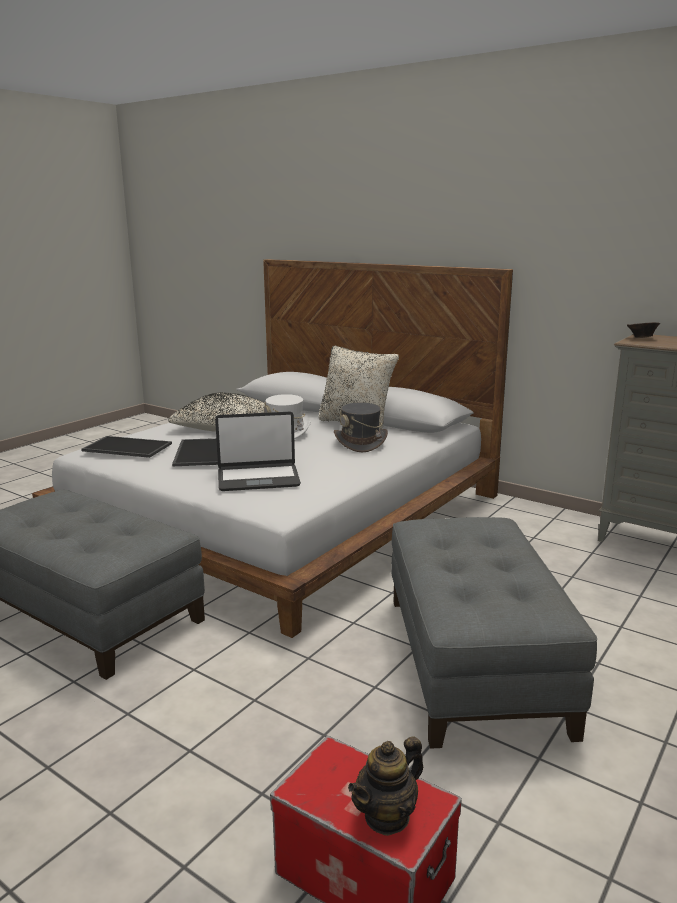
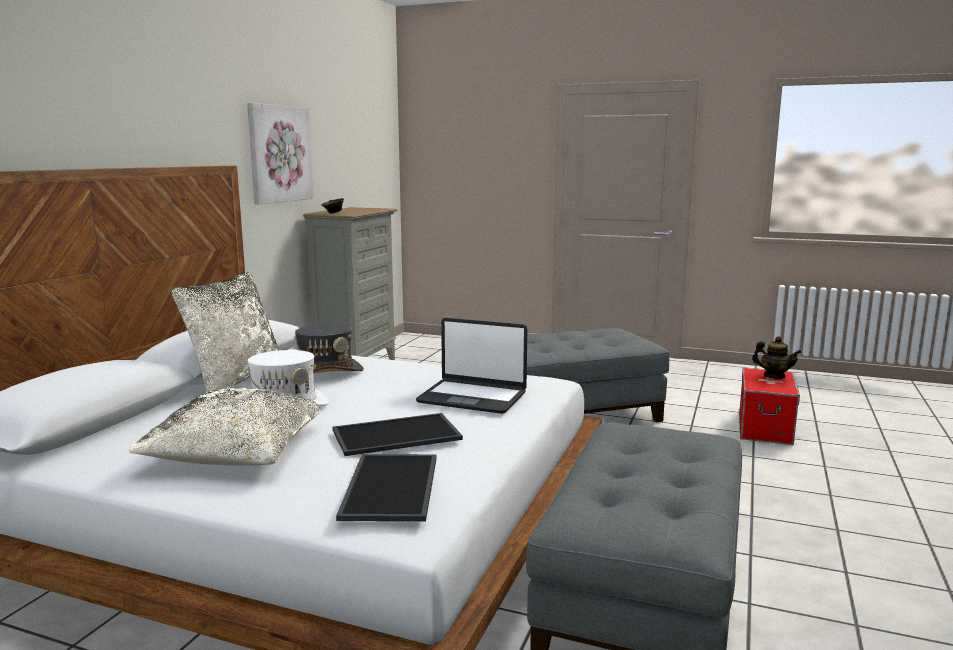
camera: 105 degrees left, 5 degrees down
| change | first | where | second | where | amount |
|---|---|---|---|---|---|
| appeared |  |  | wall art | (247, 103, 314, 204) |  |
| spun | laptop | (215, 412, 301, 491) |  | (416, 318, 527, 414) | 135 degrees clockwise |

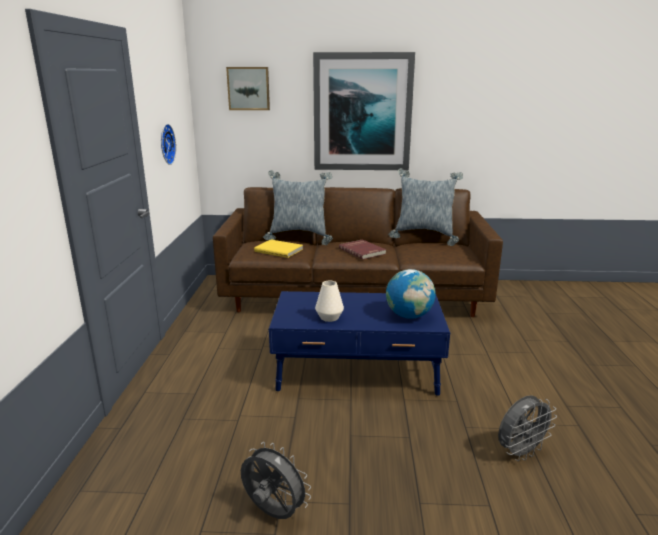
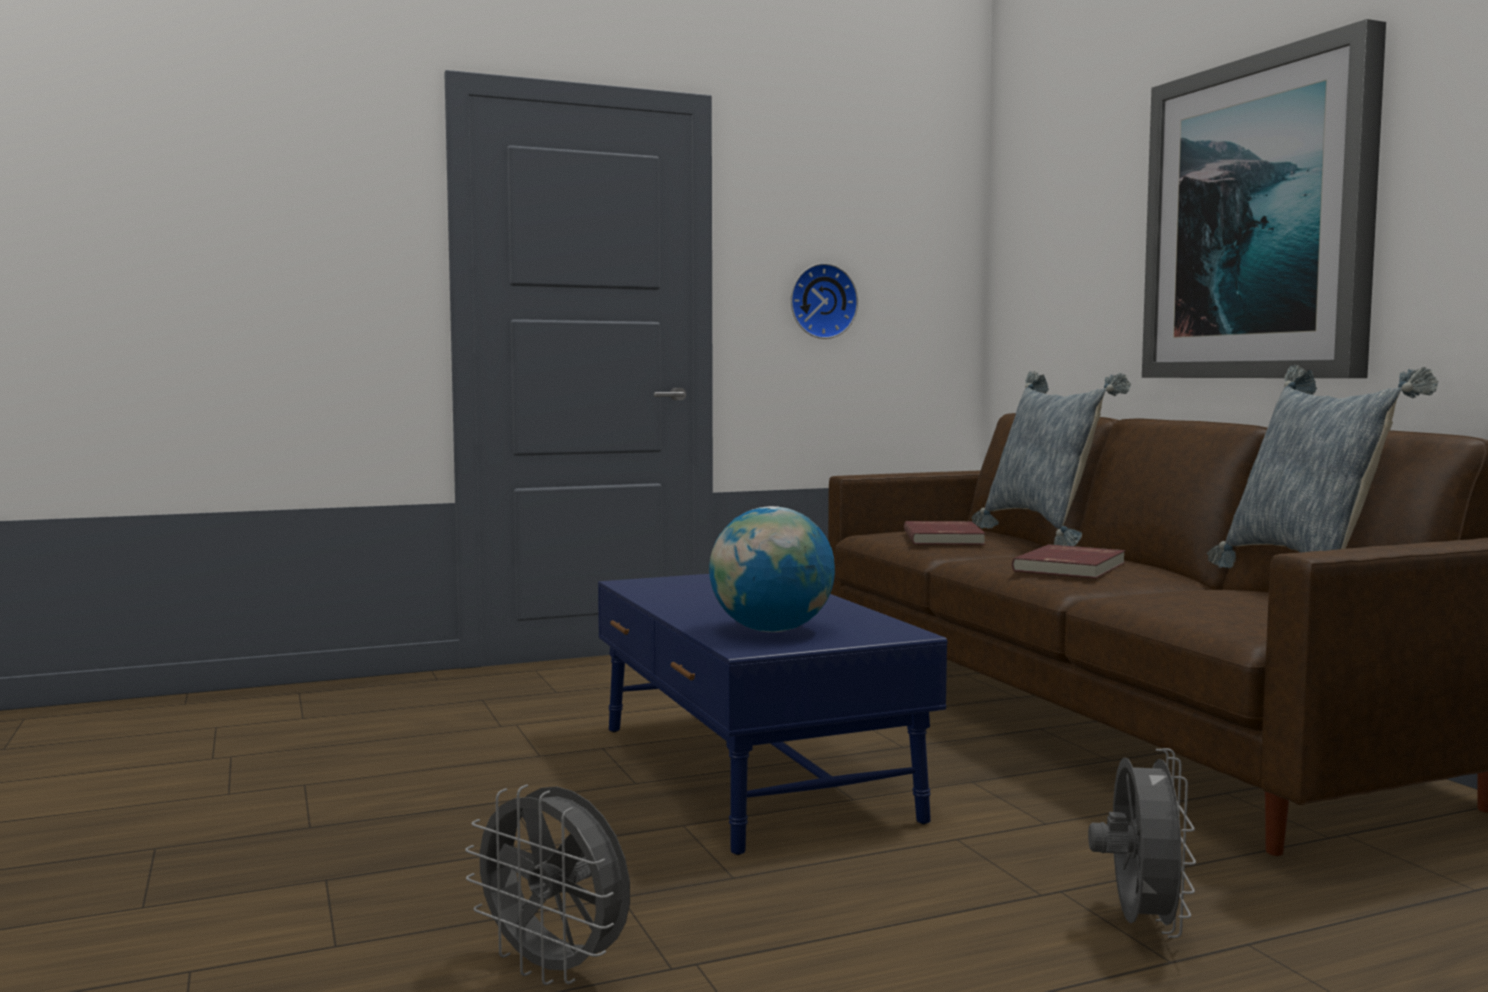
camera: 65 degrees right, 15 degrees down
| change | first | where | second | where | amount |
|---|---|---|---|---|---|
| missing | wall art | (226, 67, 270, 110) |  |  |  |
| missing | white-coloured decorative vase | (315, 281, 344, 322) |  |  |  |
| relocated | gray electric fan | (241, 442, 311, 519) |  | (1088, 748, 1196, 938) |  |
| colour | yellowish volume | (254, 240, 303, 258) | reddish volume | (904, 521, 985, 545) |  |

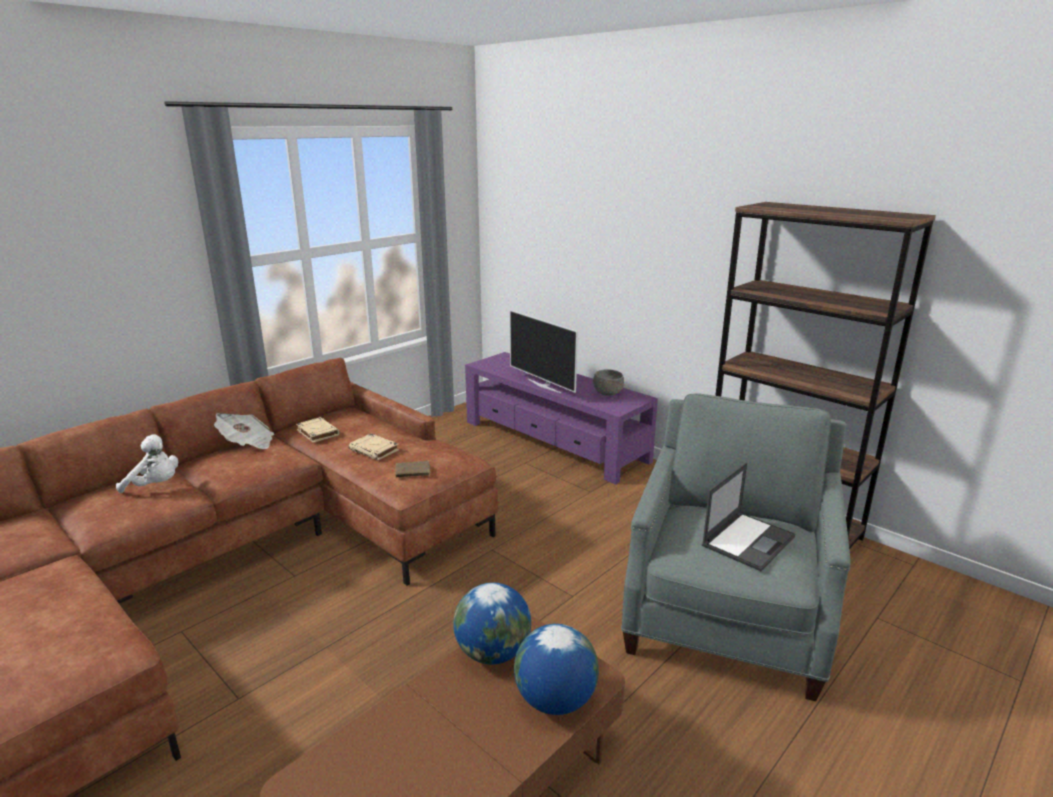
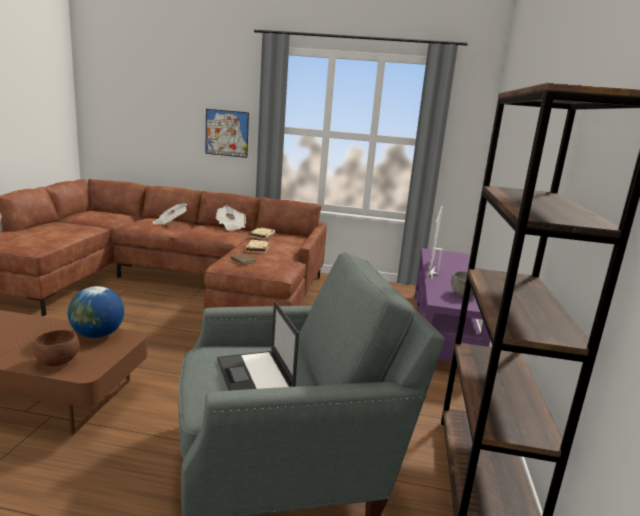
camera: 55 degrees right, 5 degrees down
| change | first | where | second | where | amount |
|---|---|---|---|---|---|
| appeared |  |  | wall art | (206, 109, 249, 158) |  |
| exchanged | white-coloured cuddly toy | (116, 434, 178, 493) | daily paper | (152, 203, 187, 225) |  |
| exchanged | desk globe | (514, 624, 599, 715) | brown-coloured serving bowl | (33, 330, 80, 366) |  |
| spun | laptop | (702, 462, 795, 571) |  | (217, 301, 299, 391) | 60 degrees clockwise |

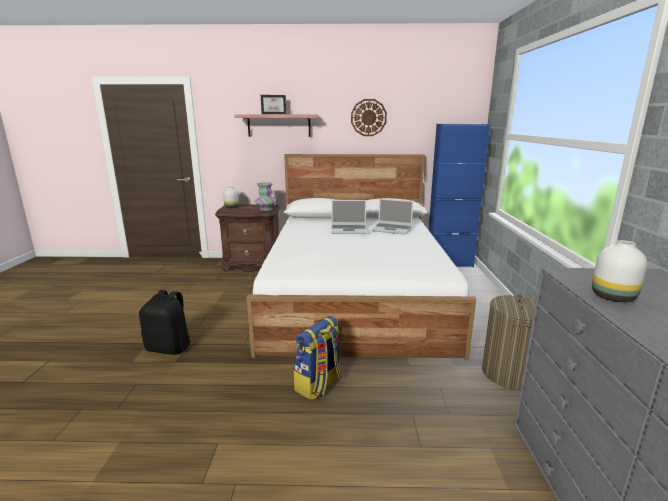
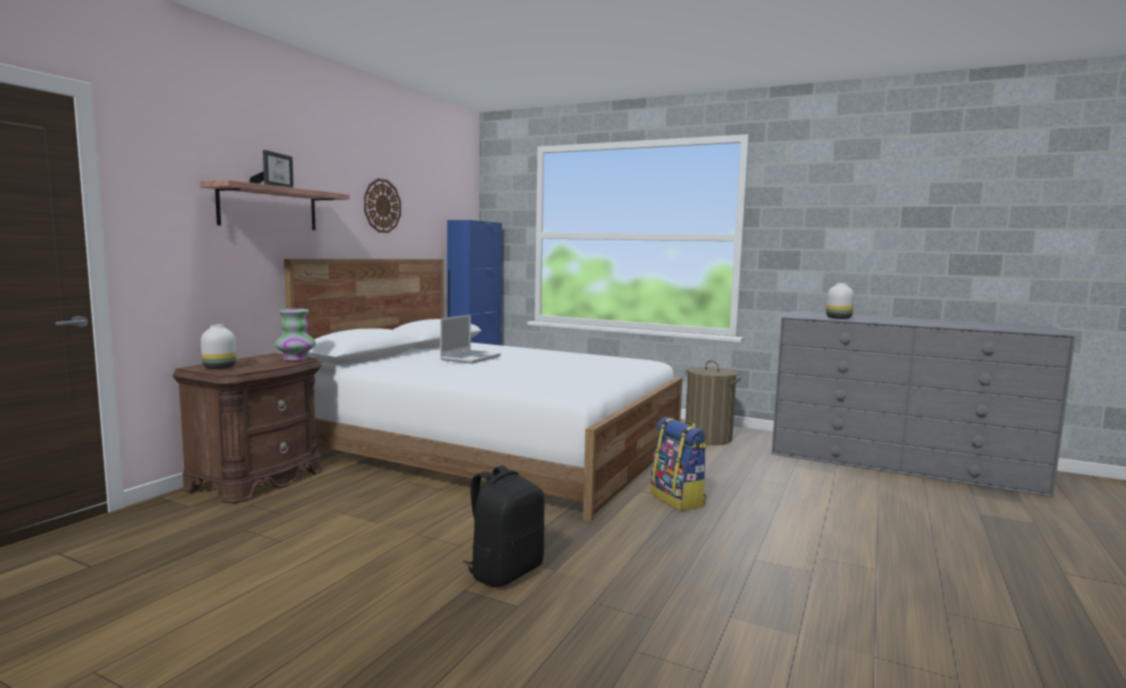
camera: 65 degrees left, 10 degrees down
| change | first | where | second | where | amount |
|---|---|---|---|---|---|
| missing | laptop | (372, 198, 413, 235) |  |  |  |

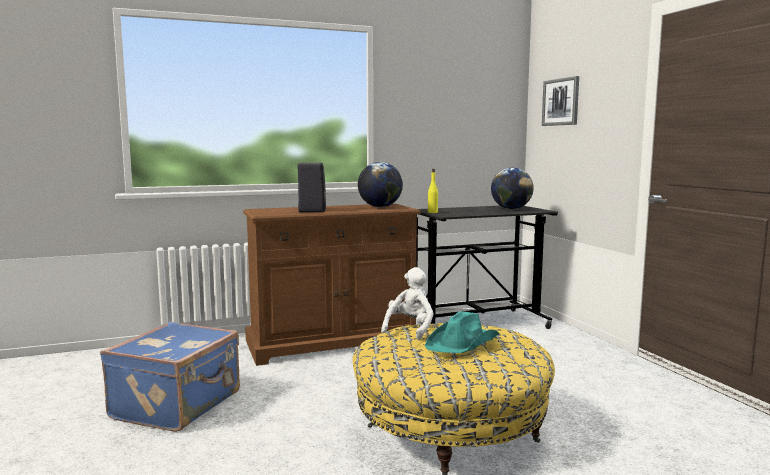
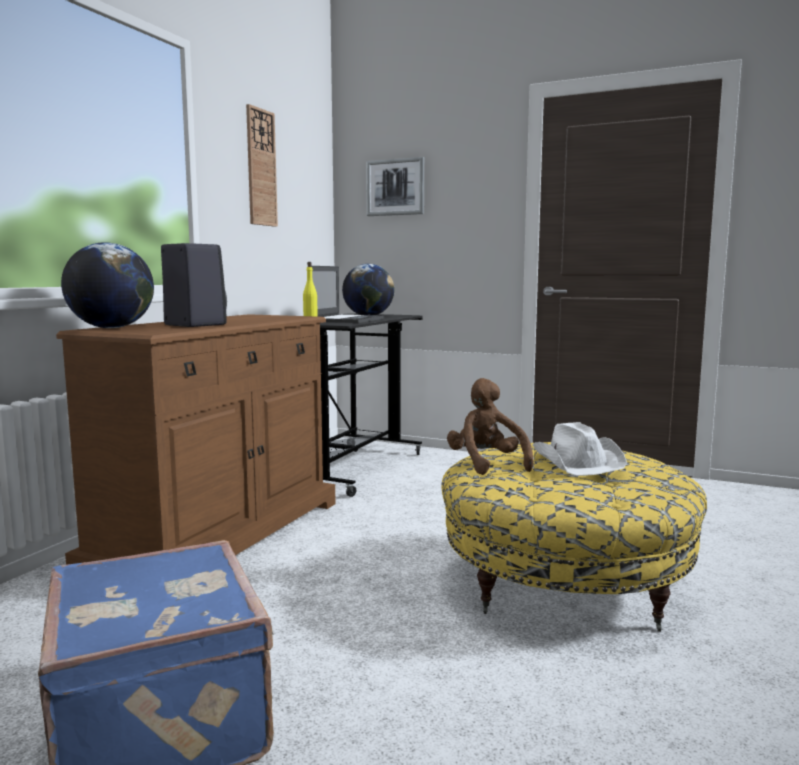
camera: 45 degrees left, 0 degrees up
| change | first | where | second | where | amount |
|---|---|---|---|---|---|
| appeared |  |  | hanging clock | (246, 104, 278, 227) |  |
| appeared |  |  | laptop | (311, 266, 383, 323) |  |
| relocated | desk globe | (358, 162, 403, 207) |  | (61, 242, 154, 328) |  |
| colour | white-coloured cuddly toy | (381, 267, 433, 340) | brown-coloured cuddly toy | (447, 378, 534, 475) |  |
| colour | blue-green clothing hat | (425, 311, 499, 353) | white-coloured clothing hat | (533, 422, 627, 476) |  |

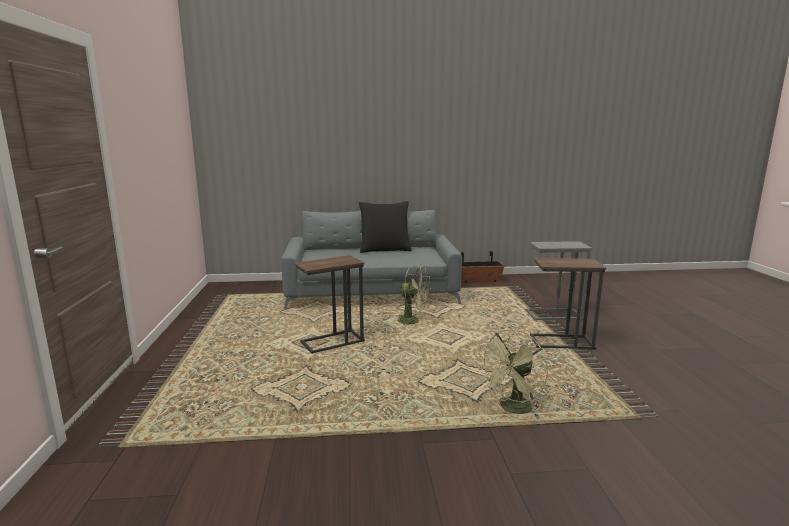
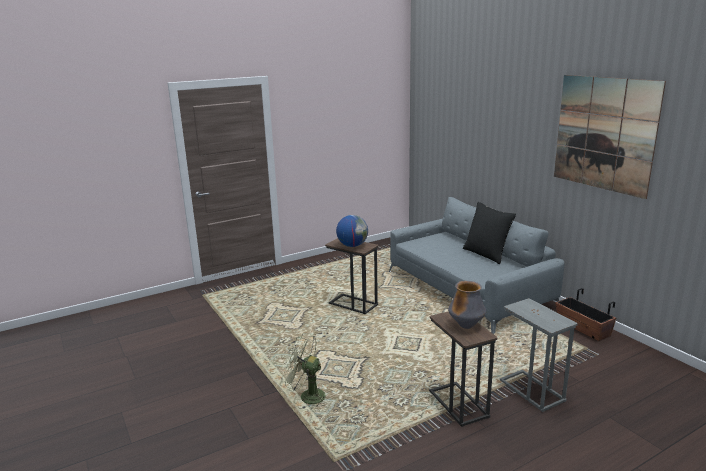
camera: 65 degrees right, 5 degrees up
| change | first | where | second | where | amount |
|---|---|---|---|---|---|
| missing | green electric fan | (397, 266, 432, 325) |  |  |  |
| appeared |  |  | desk globe | (336, 215, 368, 247) |  |
| appeared |  |  | decorative vase | (448, 281, 486, 329) |  |
| appeared |  |  | wall art | (554, 75, 666, 199) |  |

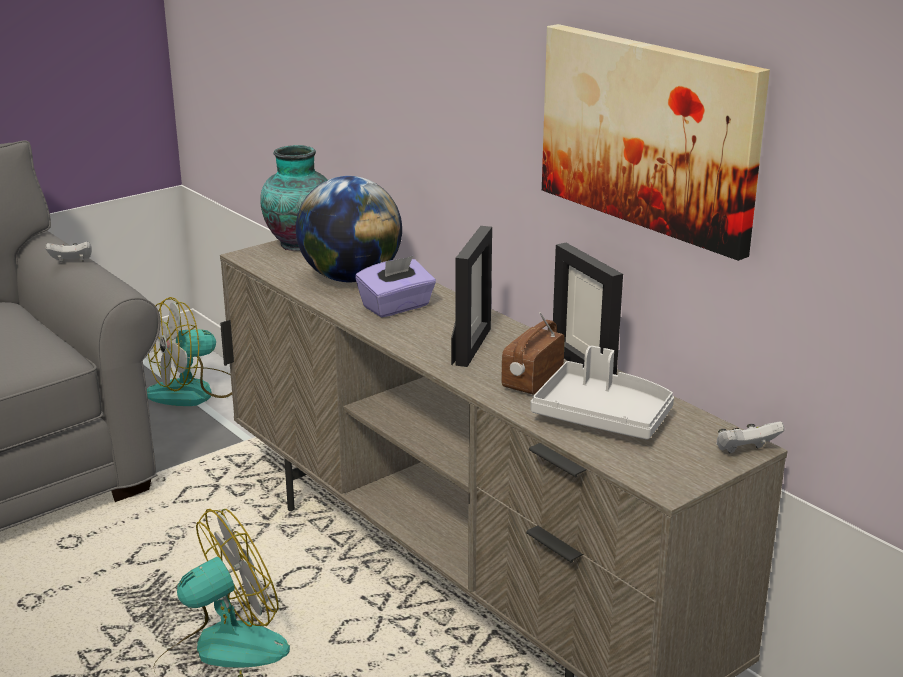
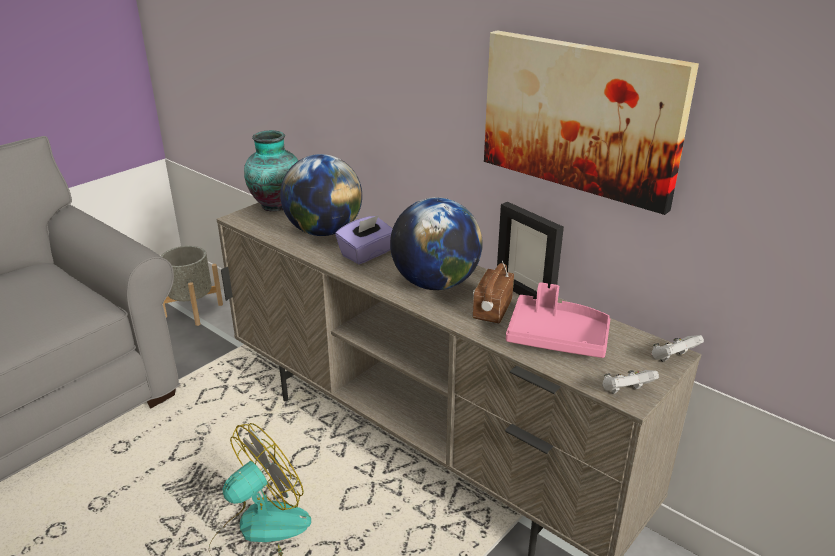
camera: 10 degrees left, 5 degrees up
| change | first | where | second | where | amount |
|---|---|---|---|---|---|
| relocated | white-coloured joypad | (45, 242, 92, 262) |  | (602, 370, 659, 394) |  |
| exchanged | electric fan | (147, 297, 232, 406) | gray flower pot | (161, 246, 223, 326) |  |
| exchanged | standing frame | (451, 226, 492, 367) | desk globe | (390, 197, 483, 290) |  |
| colour | gray carrying tray | (530, 346, 674, 440) | pink carrying tray | (506, 282, 610, 358) |  |

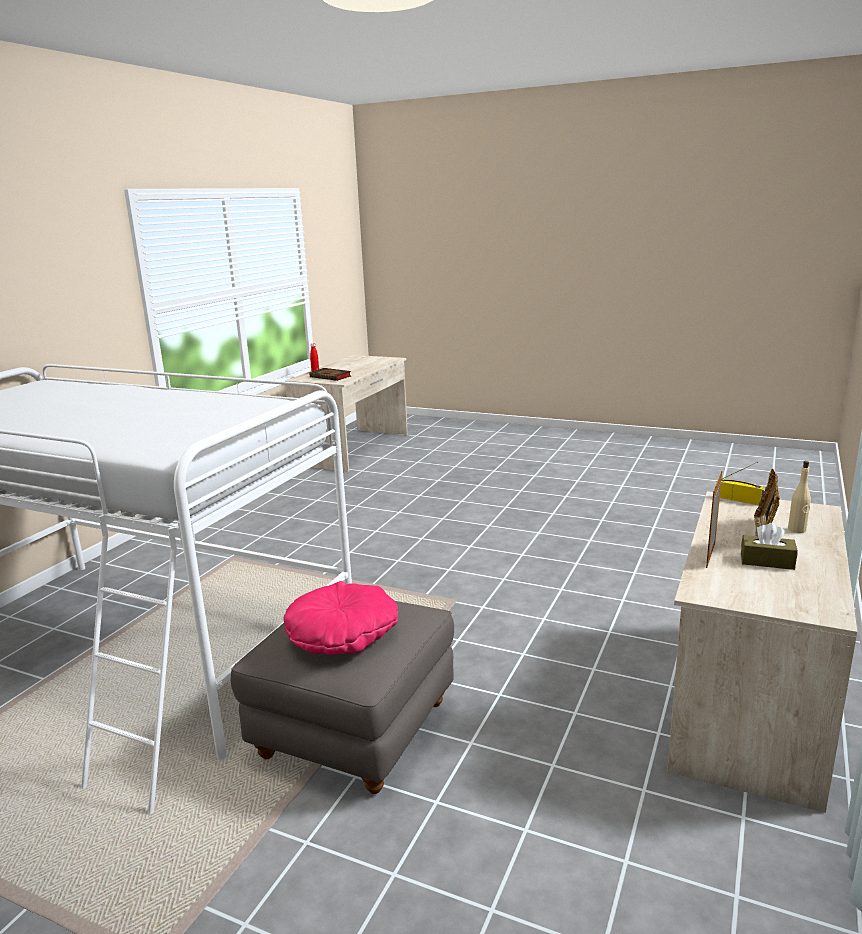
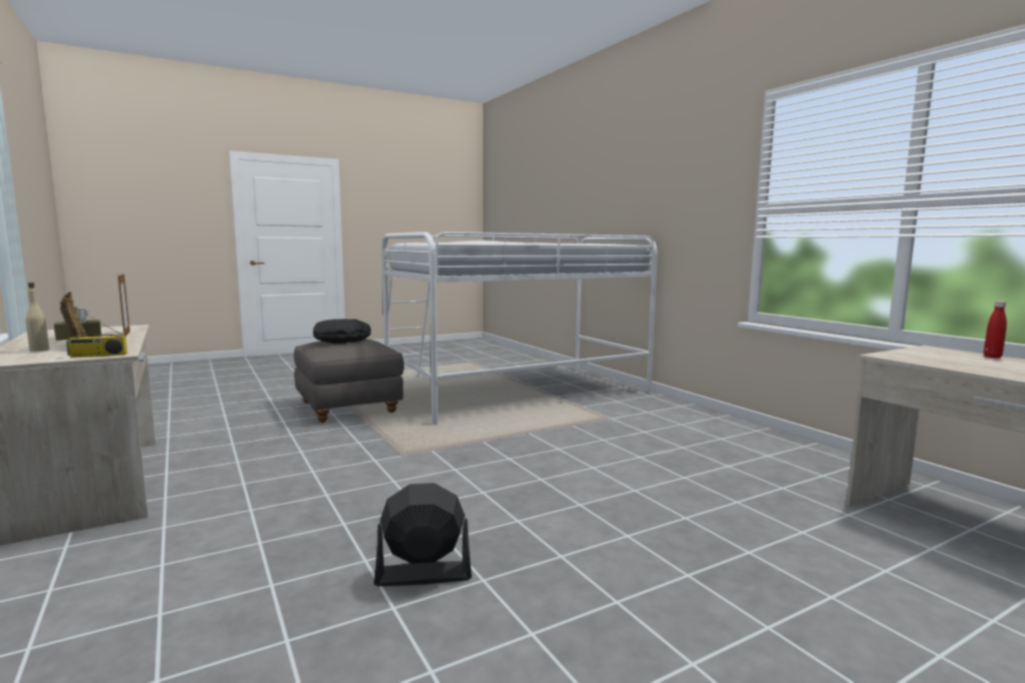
camera: 125 degrees right, 10 degrees down
| change | first | where | second | where | amount |
|---|---|---|---|---|---|
| missing | volume | (310, 368, 351, 381) |  |  |  |
| appeared |  |  | black electric fan | (374, 483, 472, 586) |  |
| colour | pink throw pillow | (284, 581, 398, 655) | black throw pillow | (313, 319, 371, 344) |  |

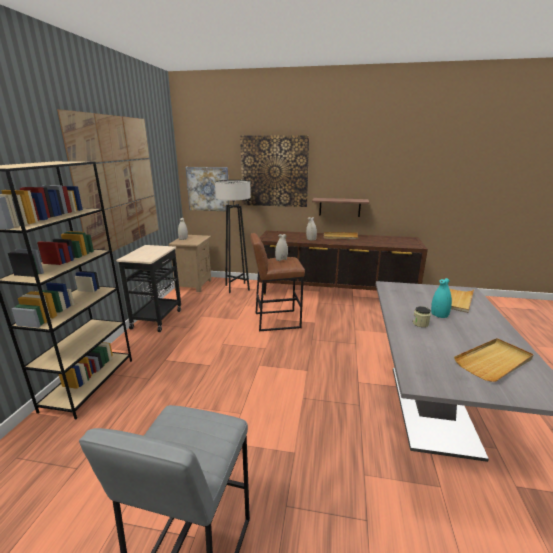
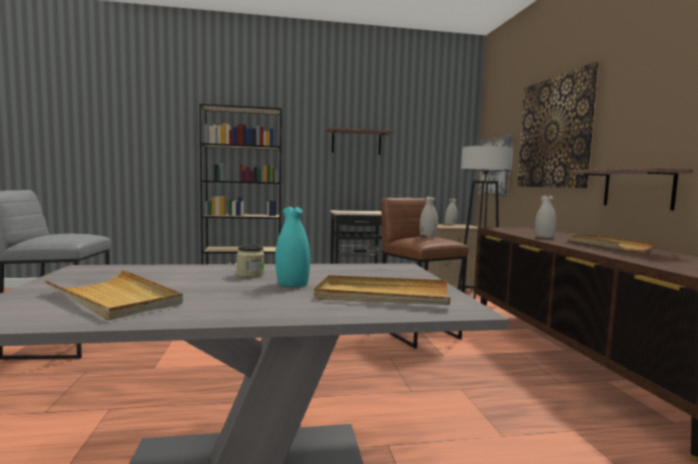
camera: 70 degrees right, 15 degrees down
| change | first | where | second | where | amount |
|---|---|---|---|---|---|
| exchanged | wall art | (57, 109, 159, 255) | wall shelf | (324, 128, 395, 155) |  |

